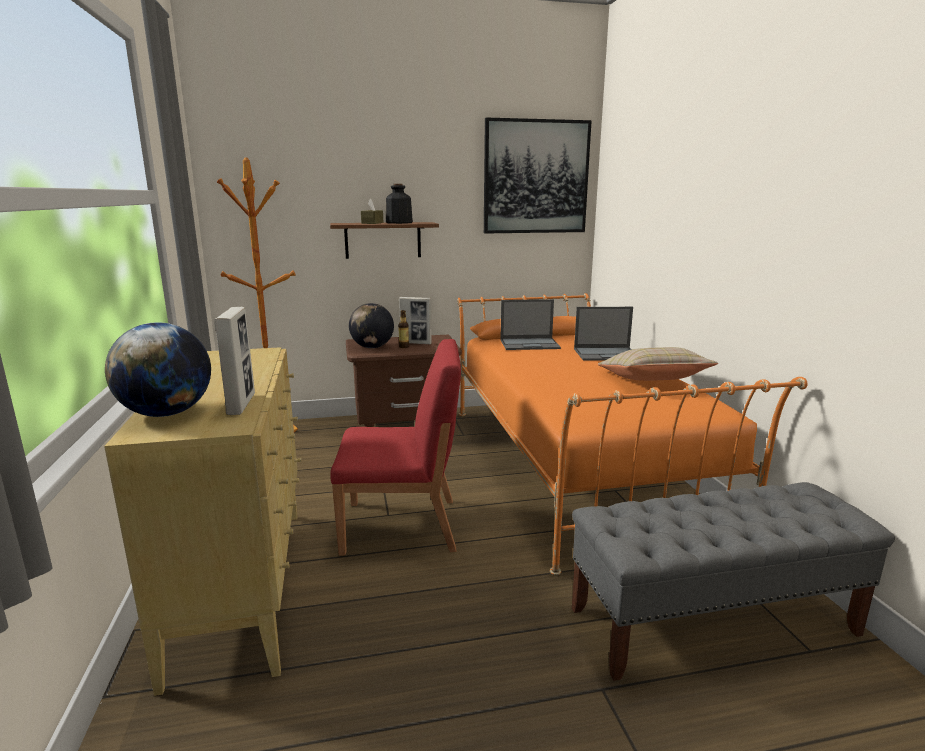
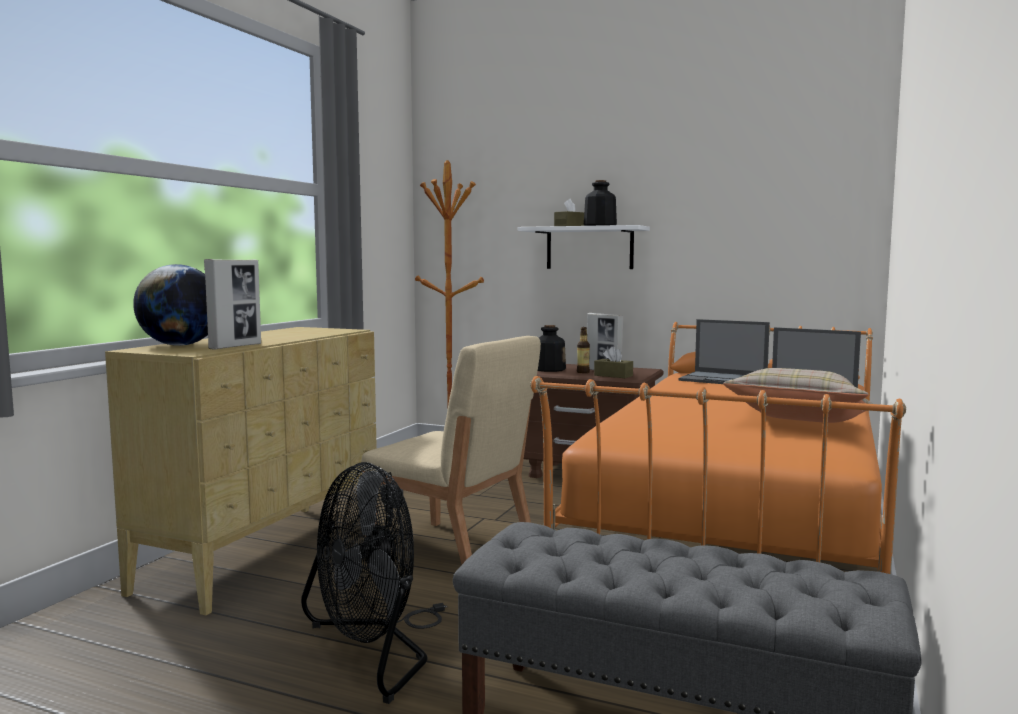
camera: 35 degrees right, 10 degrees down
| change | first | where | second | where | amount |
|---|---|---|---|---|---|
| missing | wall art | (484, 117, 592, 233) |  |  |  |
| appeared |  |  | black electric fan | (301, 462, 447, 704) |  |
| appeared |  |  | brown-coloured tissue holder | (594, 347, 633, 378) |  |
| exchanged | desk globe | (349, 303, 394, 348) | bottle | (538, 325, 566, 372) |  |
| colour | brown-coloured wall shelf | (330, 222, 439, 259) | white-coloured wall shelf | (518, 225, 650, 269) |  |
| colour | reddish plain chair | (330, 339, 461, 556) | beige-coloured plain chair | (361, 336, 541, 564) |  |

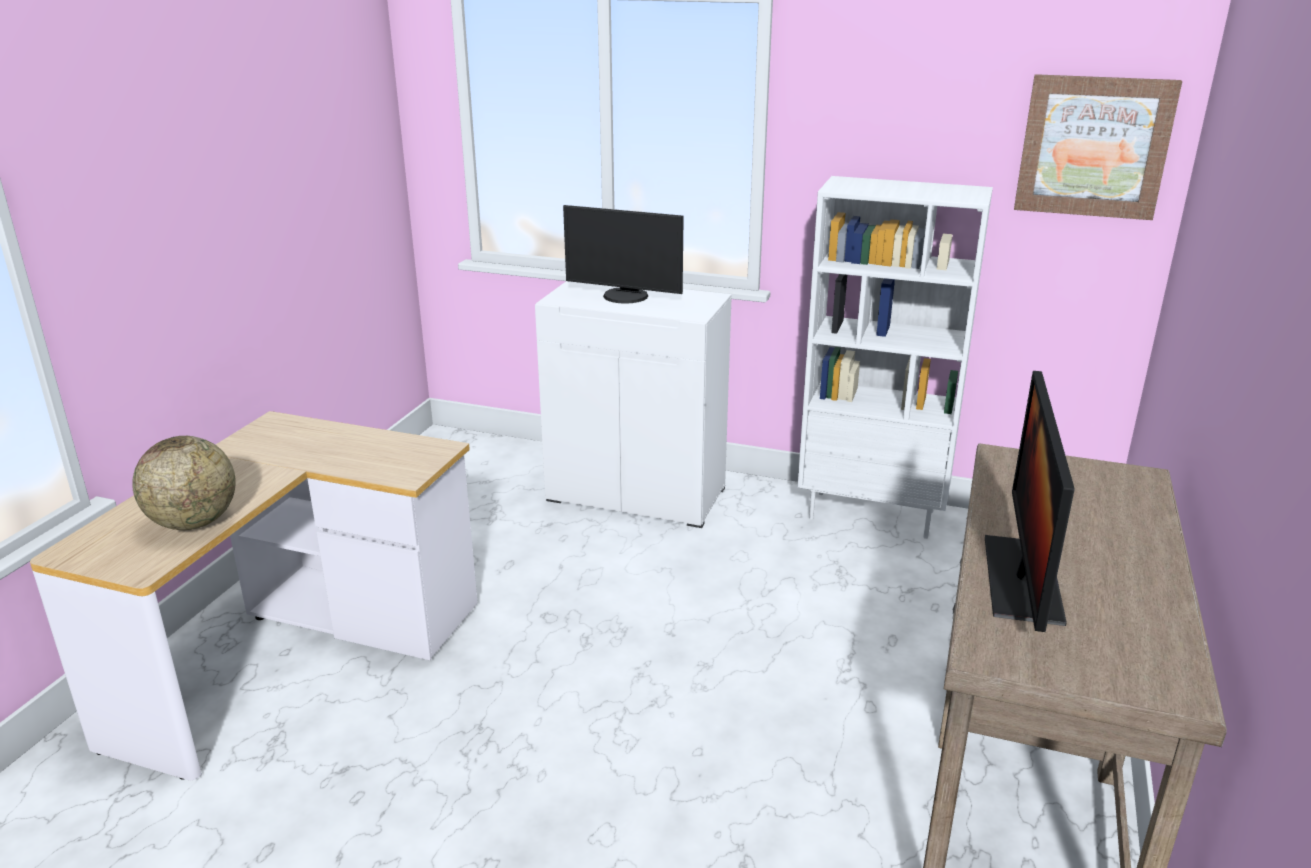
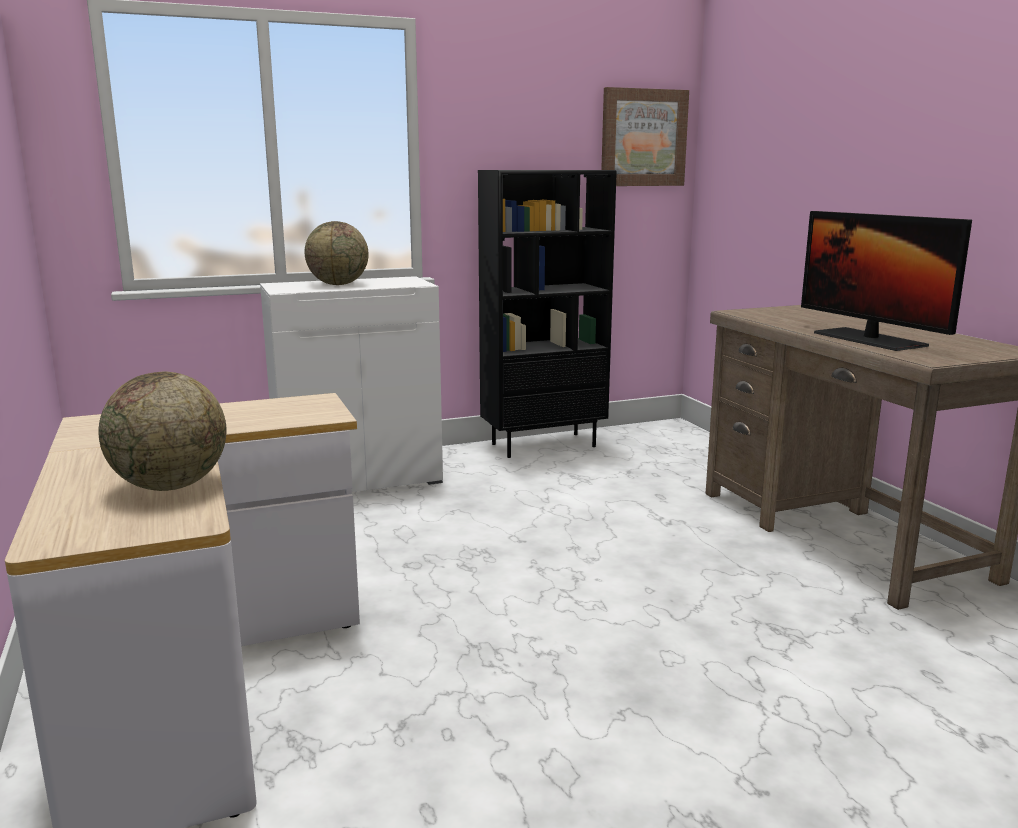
camera: 40 degrees left, 10 degrees down
| change | first | where | second | where | amount |
|---|---|---|---|---|---|
| exchanged | computer display | (563, 205, 684, 304) | desk globe | (305, 221, 369, 285) |  |
| colour | white-coloured bookcase | (797, 176, 993, 539) | black bookcase | (478, 170, 617, 458) |  |

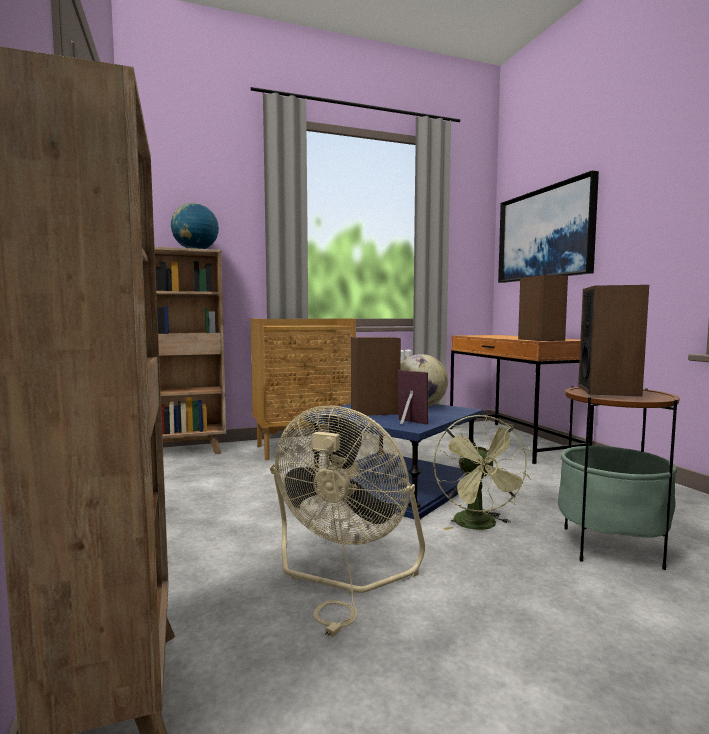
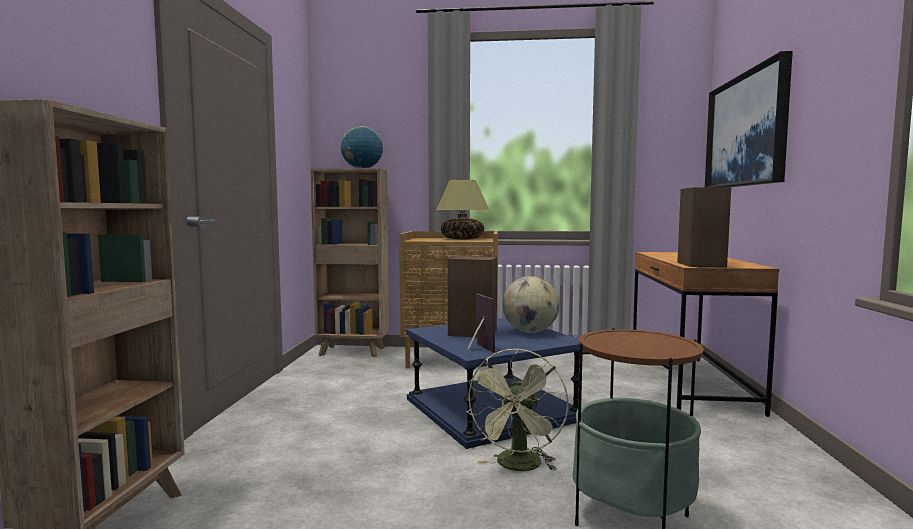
camera: 25 degrees right, 0 degrees up
| change | first | where | second | where | amount |
|---|---|---|---|---|---|
| missing | beige-coloured electric fan | (270, 406, 425, 637) |  |  |  |
| missing | speaker | (578, 285, 649, 397) |  |  |  |
| appeared |  |  | tabletop lamp | (436, 180, 489, 240) |  |

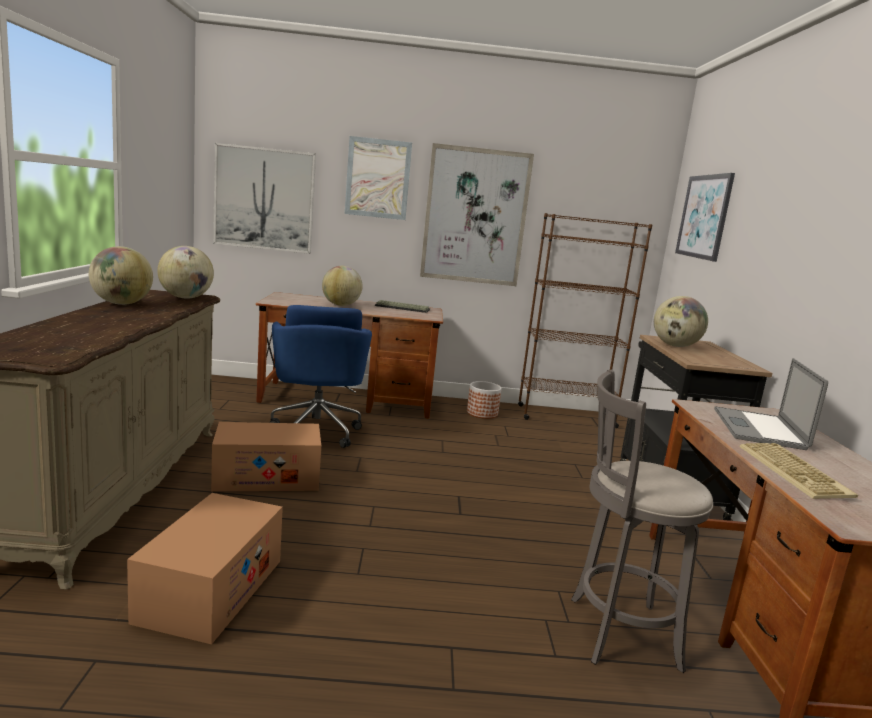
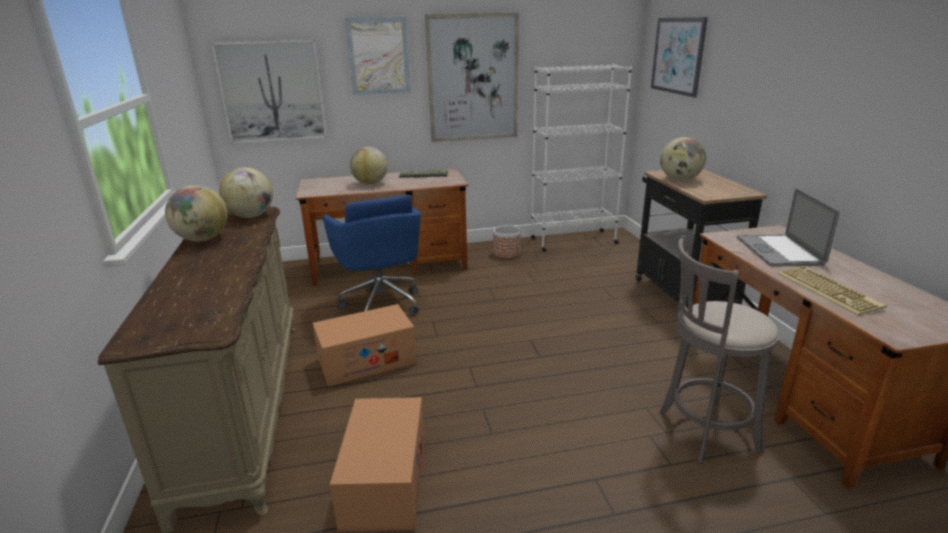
camera: 10 degrees left, 10 degrees up
| change | first | where | second | where | amount |
|---|---|---|---|---|---|
| colour | brown-coloured bookcase | (518, 213, 652, 428) | white-coloured bookcase | (531, 64, 632, 252) |  |

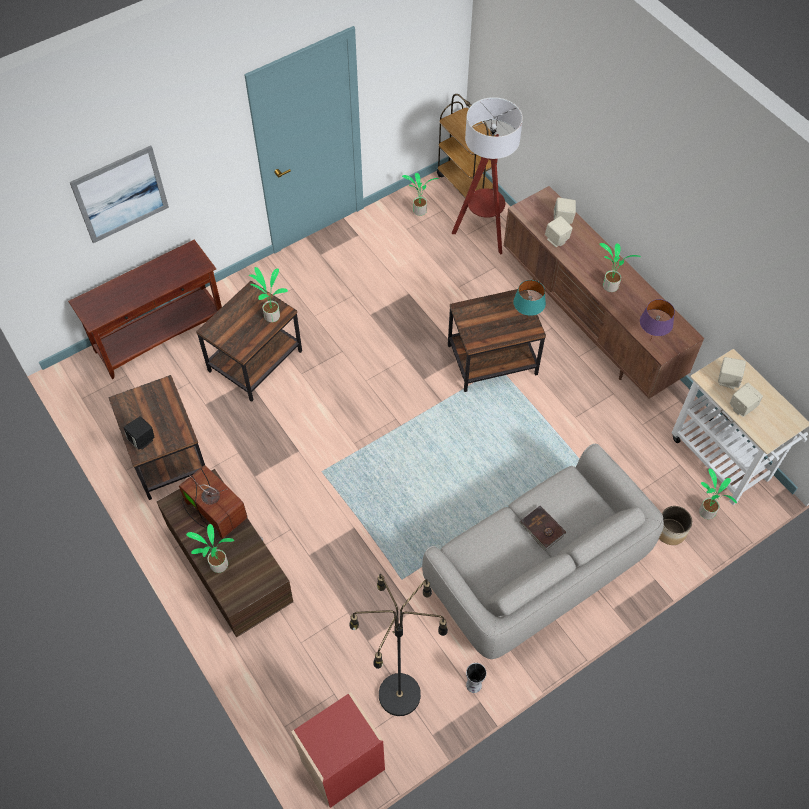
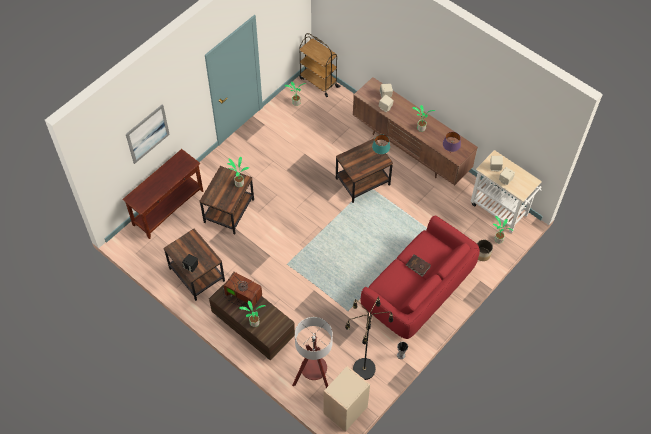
camera: 15 degrees left, 0 degrees up
| change | first | where | second | where | amount |
|---|---|---|---|---|---|
| relocated | floor lamp | (452, 97, 523, 254) |  | (292, 317, 333, 388) |  |
| colour | reddish bookcase | (291, 692, 385, 808) | beige-coloured bookcase | (323, 366, 370, 432) |  |
| colour | gray sofa | (422, 444, 664, 659) | reddish sofa | (361, 216, 480, 339) |  |

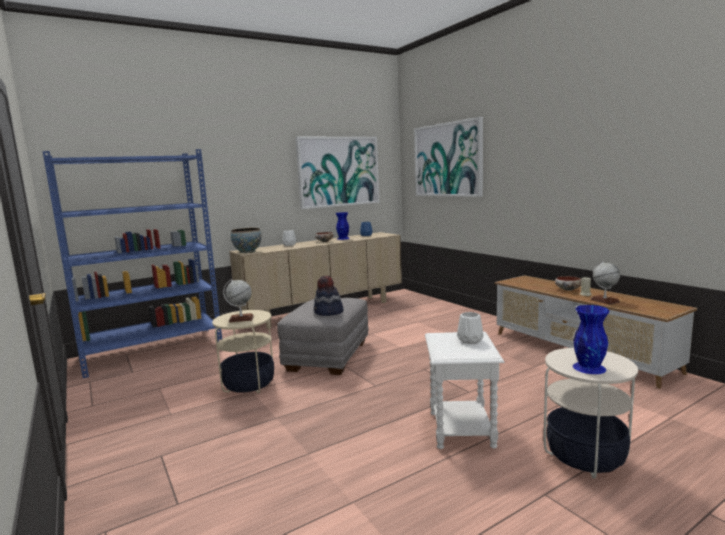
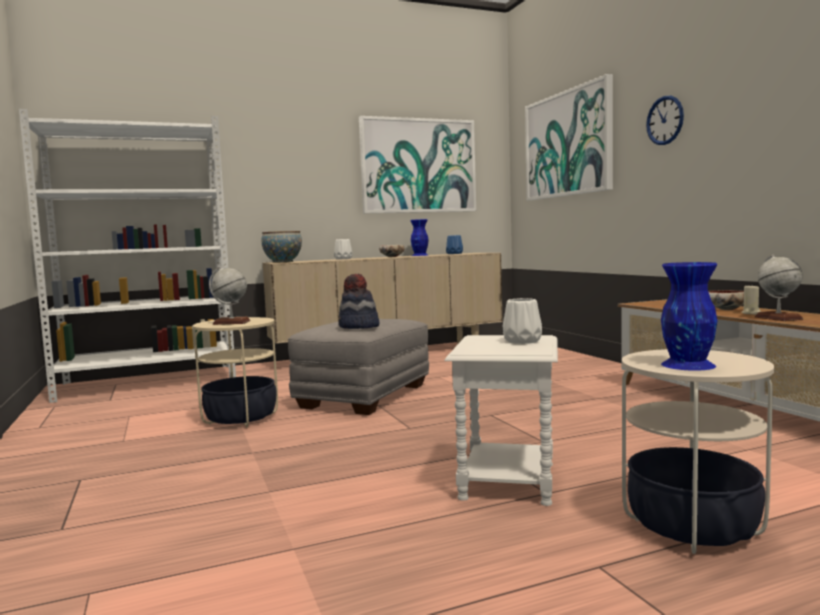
camera: 10 degrees right, 5 degrees down
| change | first | where | second | where | amount |
|---|---|---|---|---|---|
| appeared |  |  | hanging clock | (646, 95, 684, 145) |  |
| colour | blue-coloured bookcase | (43, 149, 222, 378) | white-coloured bookcase | (19, 109, 236, 403) |  |

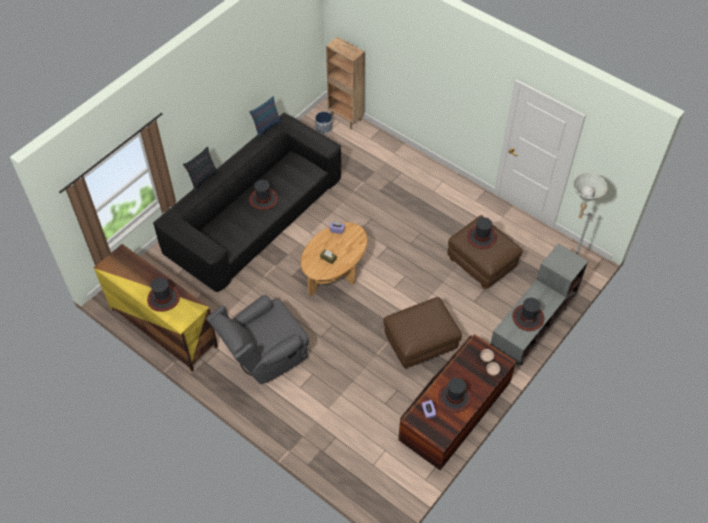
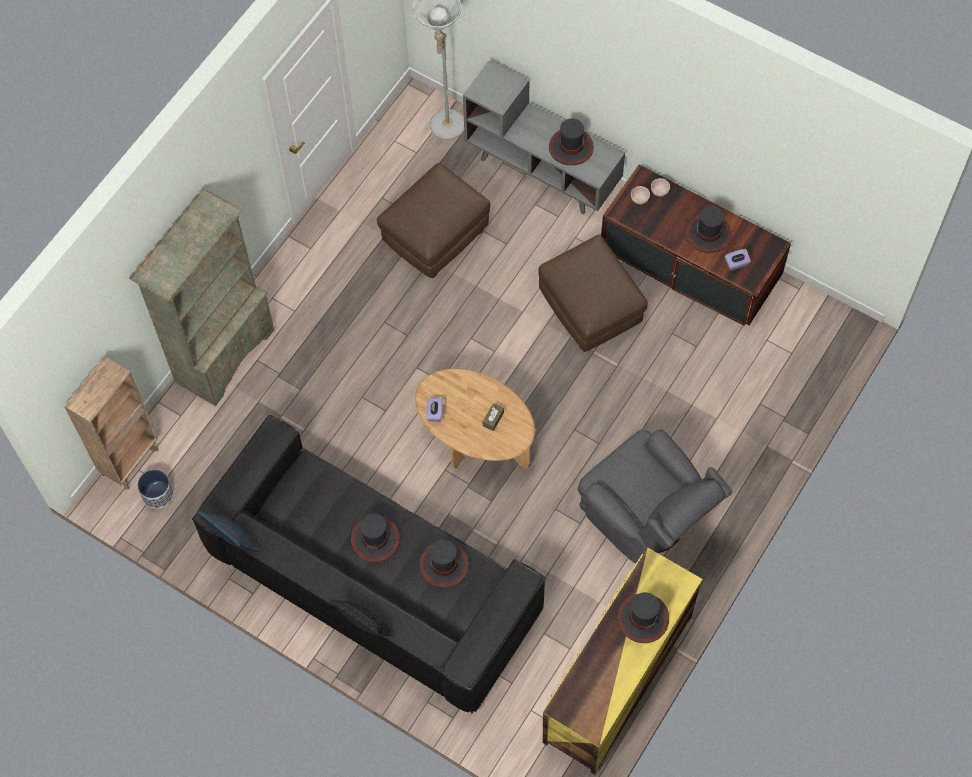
camera: 95 degrees left, 10 degrees up
| change | first | where | second | where | amount |
|---|---|---|---|---|---|
| appeared |  |  | green bookcase | (129, 188, 275, 406) |  |
| relocated | clothing hat | (467, 217, 497, 249) |  | (420, 539, 469, 588) |  |

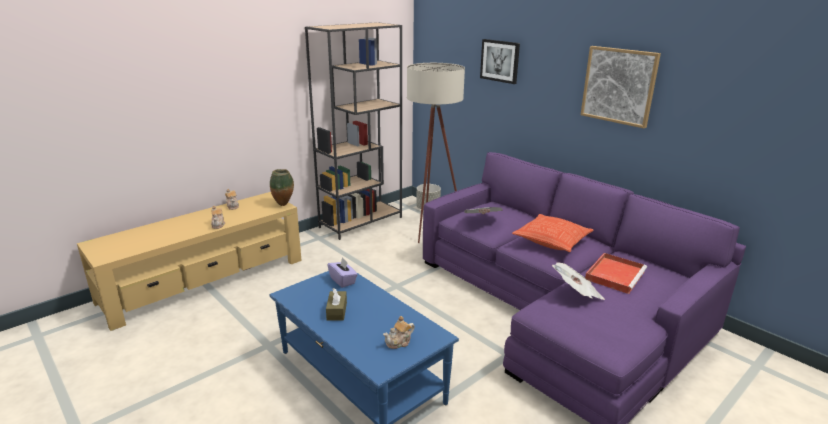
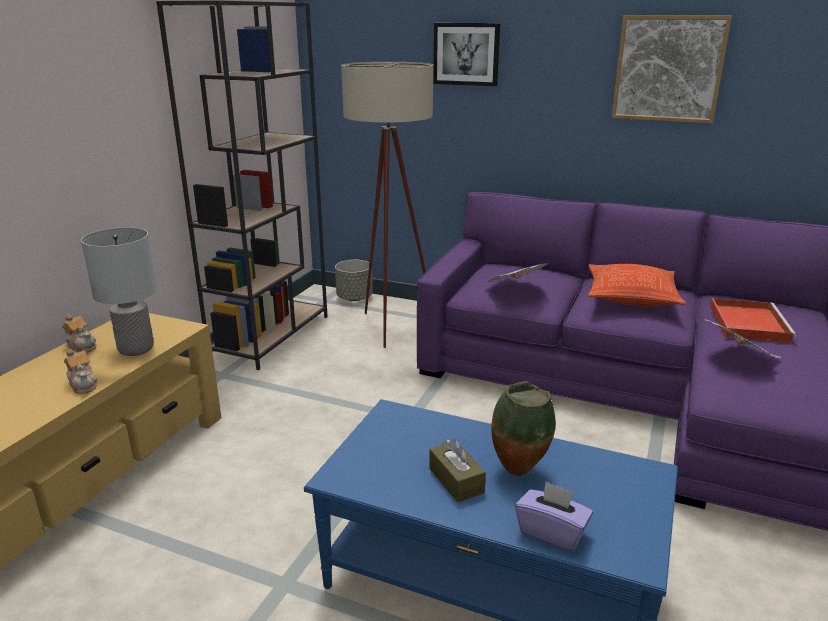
camera: 25 degrees left, 0 degrees up
| change | first | where | second | where | amount |
|---|---|---|---|---|---|
| missing | tea pot | (383, 316, 415, 349) |  |  |  |
| appeared |  |  | gray tabletop lamp | (81, 227, 157, 356) |  |
| relocated | decorative vase | (270, 169, 294, 206) |  | (491, 381, 556, 476) |  |
| relocated | purplish tissue holder | (328, 257, 358, 288) |  | (515, 481, 593, 552) |  |

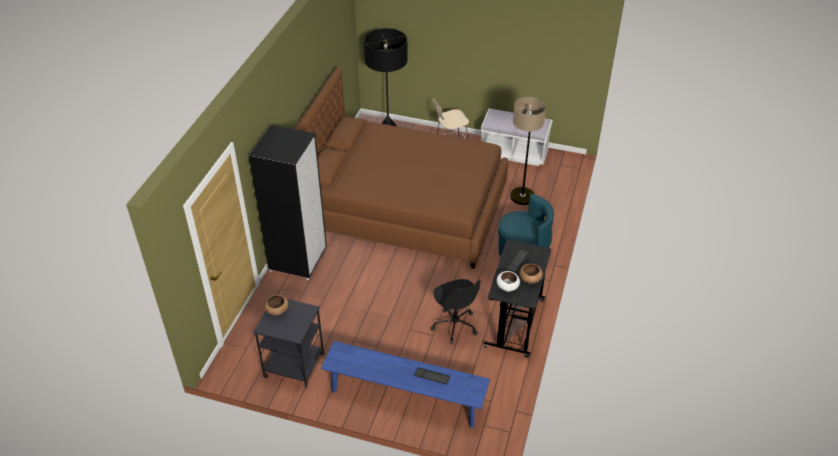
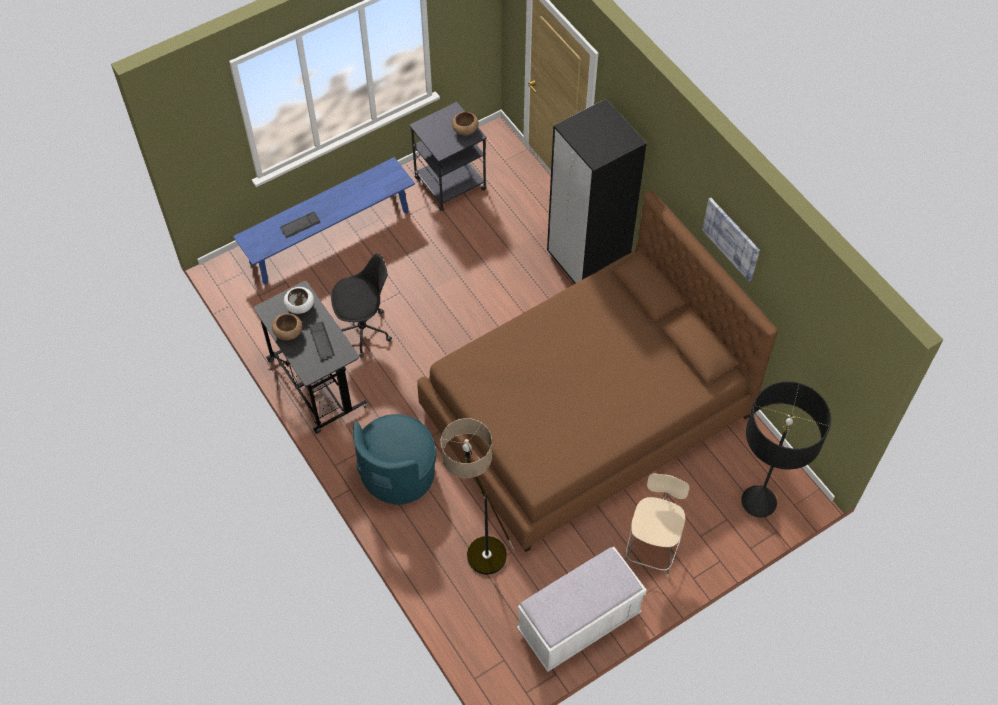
camera: 130 degrees right, 15 degrees up
| change | first | where | second | where | amount |
|---|---|---|---|---|---|
| appeared |  |  | wall art | (702, 198, 760, 281) |  |
| spun | black desk chair | (430, 279, 481, 344) |  | (331, 253, 392, 357) | 150 degrees clockwise |

